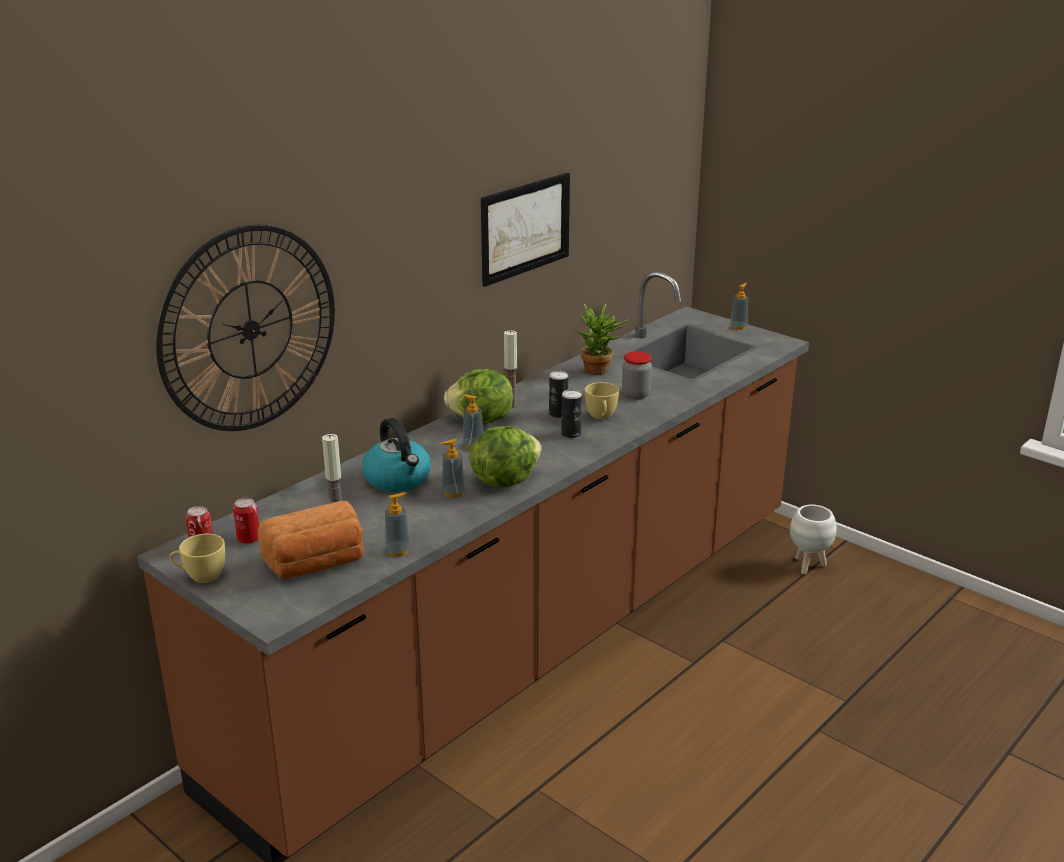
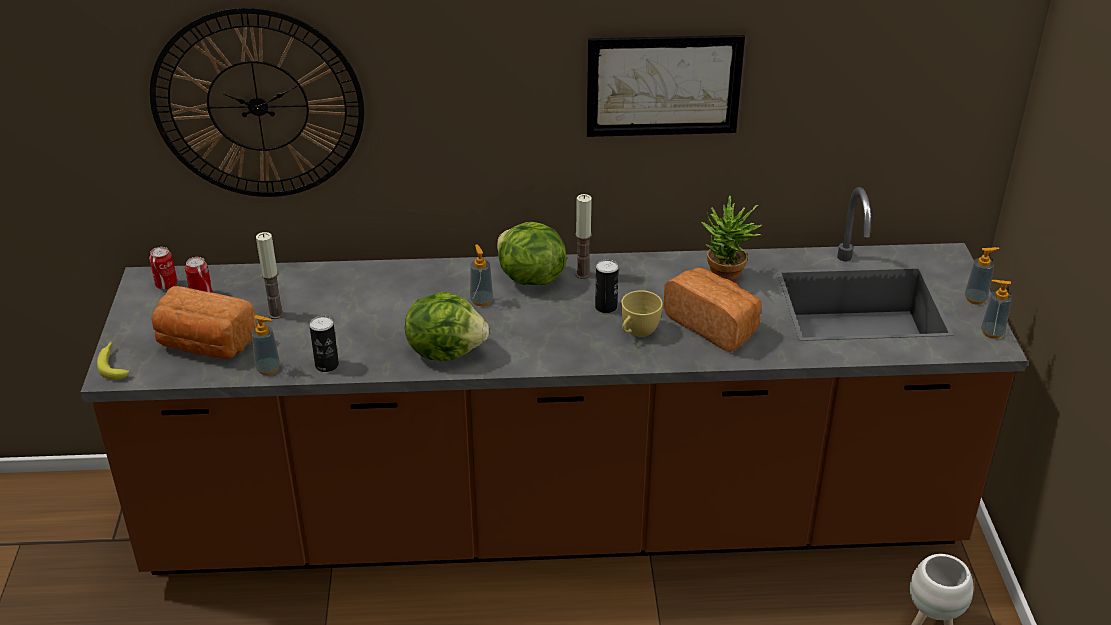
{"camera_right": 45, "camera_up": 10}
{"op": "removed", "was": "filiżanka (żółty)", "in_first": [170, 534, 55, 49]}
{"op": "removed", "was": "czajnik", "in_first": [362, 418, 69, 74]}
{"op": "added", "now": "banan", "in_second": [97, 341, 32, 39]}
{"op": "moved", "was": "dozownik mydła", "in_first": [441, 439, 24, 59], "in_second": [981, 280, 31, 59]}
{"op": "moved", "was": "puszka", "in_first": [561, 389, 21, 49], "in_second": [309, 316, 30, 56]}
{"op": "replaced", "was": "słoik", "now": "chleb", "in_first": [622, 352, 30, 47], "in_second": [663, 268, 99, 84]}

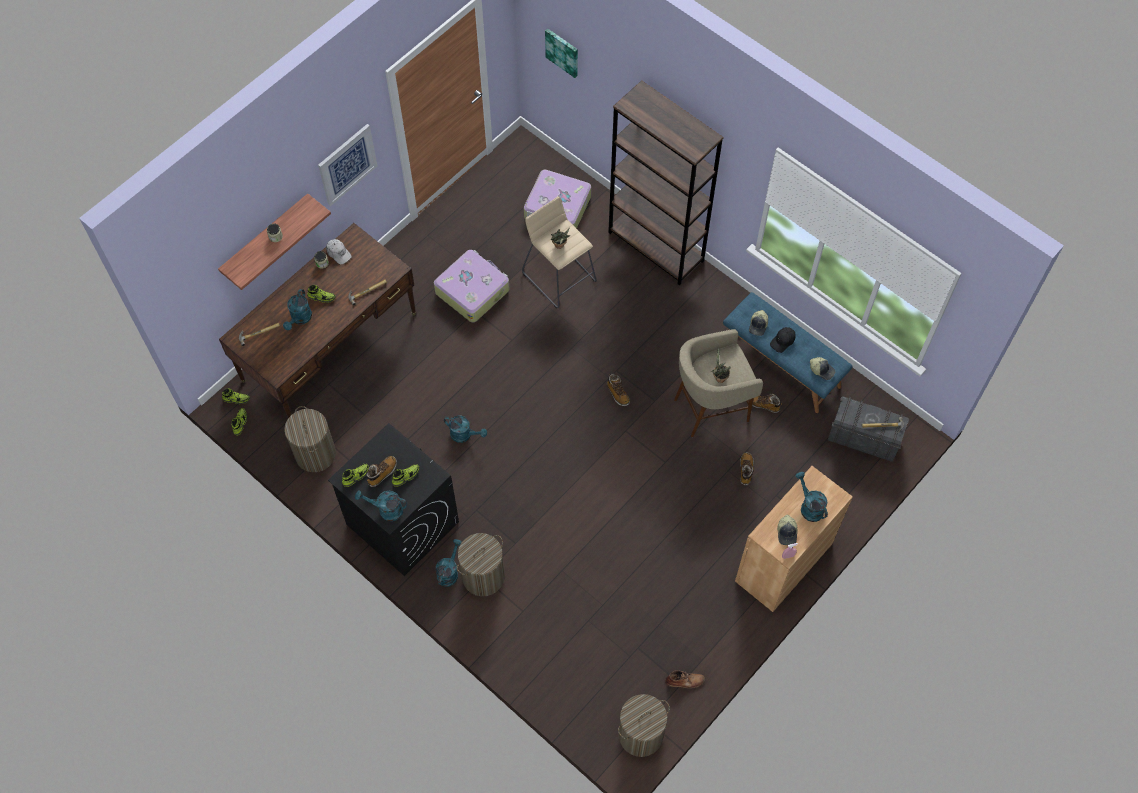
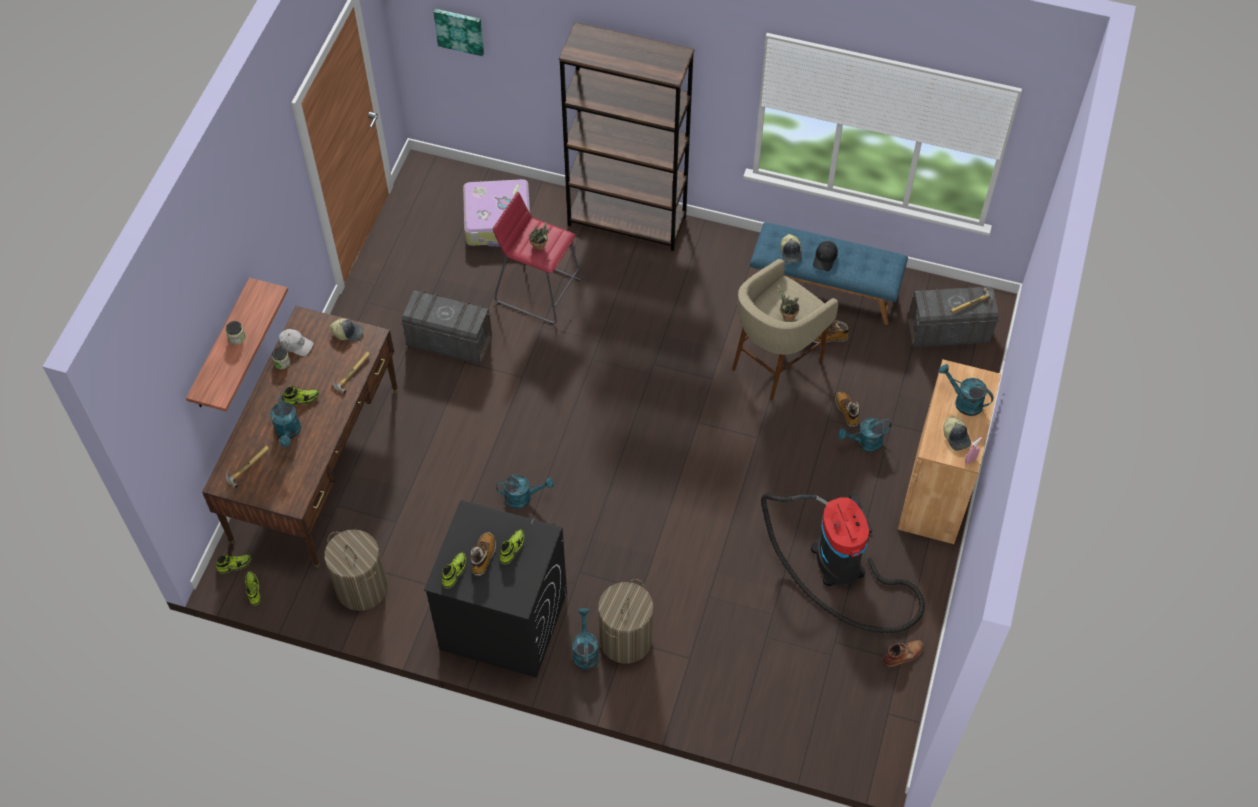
{"camera_right": -25, "camera_up": -5}
{"op": "removed", "was": "obraz", "in_first": [318, 124, 59, 82]}
{"op": "removed", "was": "but z cholewką", "in_first": [607, 374, 23, 32]}
{"op": "removed", "was": "kosz na pranie", "in_first": [618, 694, 52, 63]}
{"op": "added", "now": "odkurzacz", "in_second": [761, 492, 164, 141]}
{"op": "moved", "was": "konewka (turkusowy)", "in_first": [355, 490, 52, 31], "in_second": [838, 418, 54, 34]}
{"op": "moved", "was": "czapka z daszkiem", "in_first": [810, 357, 25, 23], "in_second": [330, 318, 34, 24]}
{"op": "replaced", "was": "walizka", "now": "pojemnik do przechowywania (szary)", "in_first": [434, 250, 75, 72], "in_second": [401, 291, 91, 73]}
{"op": "recoloured", "was": "stołek (beżowy)", "now": "stołek (czerwony)", "in_first": [522, 196, 75, 112], "in_second": [493, 192, 90, 132]}

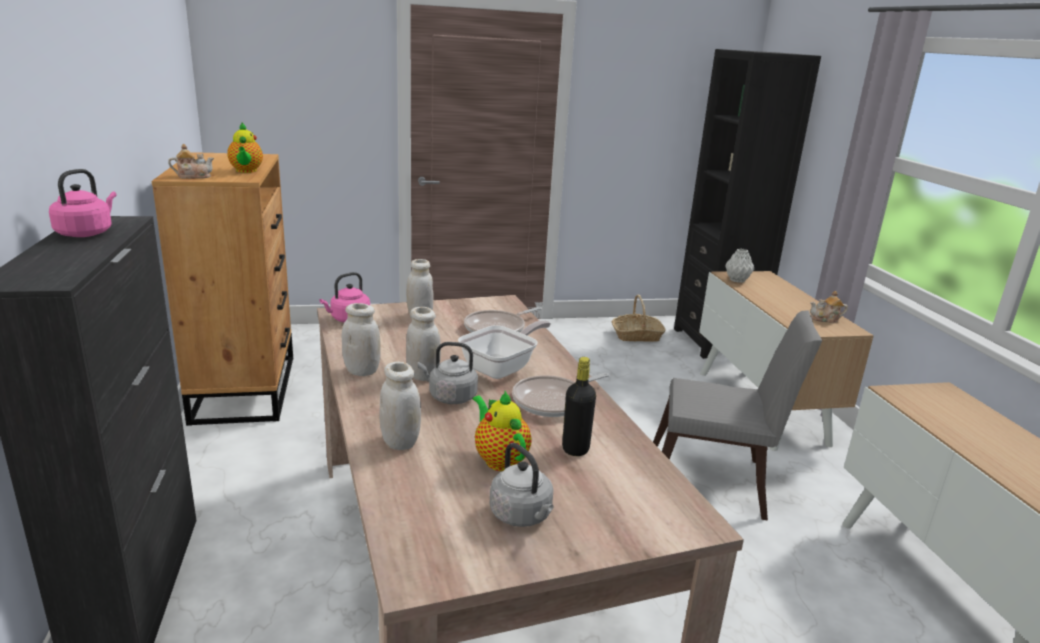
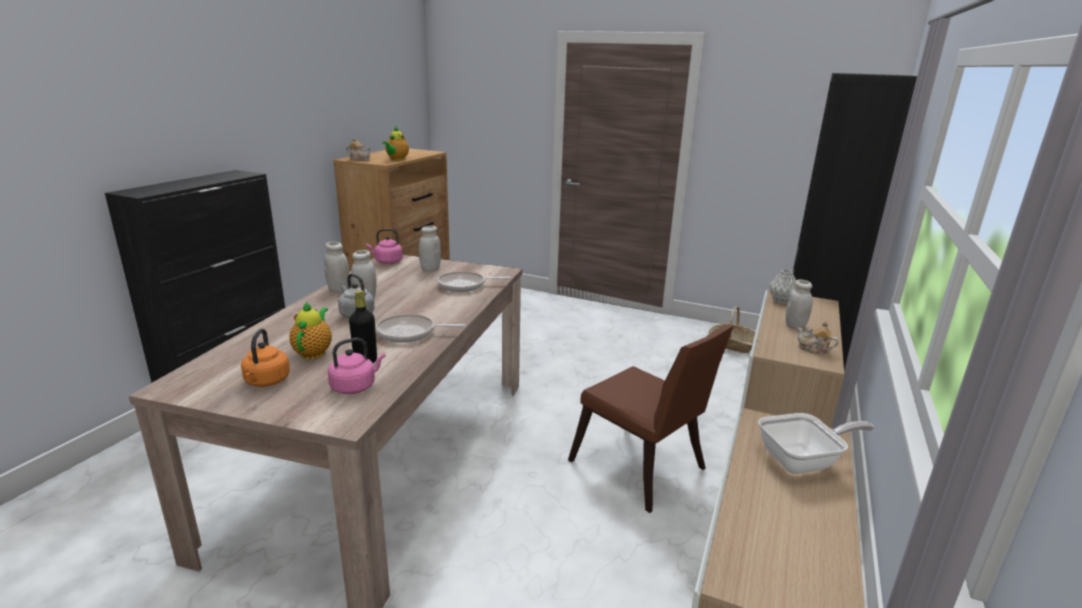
{"camera_right": 35, "camera_up": 0}
{"op": "moved", "was": "czajnik (różowy)", "in_first": [49, 169, 67, 68], "in_second": [328, 338, 57, 56]}
{"op": "moved", "was": "słoik (biały)", "in_first": [379, 362, 42, 88], "in_second": [785, 279, 28, 50]}
{"op": "moved", "was": "patelnia", "in_first": [458, 320, 93, 59], "in_second": [758, 413, 117, 61]}
{"op": "recoloured", "was": "czajnik (szary)", "now": "czajnik (pomarańczowy)", "in_first": [490, 443, 64, 84], "in_second": [241, 329, 49, 58]}
{"op": "recoloured", "was": "krzesło (szary)", "now": "krzesło (brązowy)", "in_first": [653, 310, 169, 211], "in_second": [568, 324, 166, 189]}

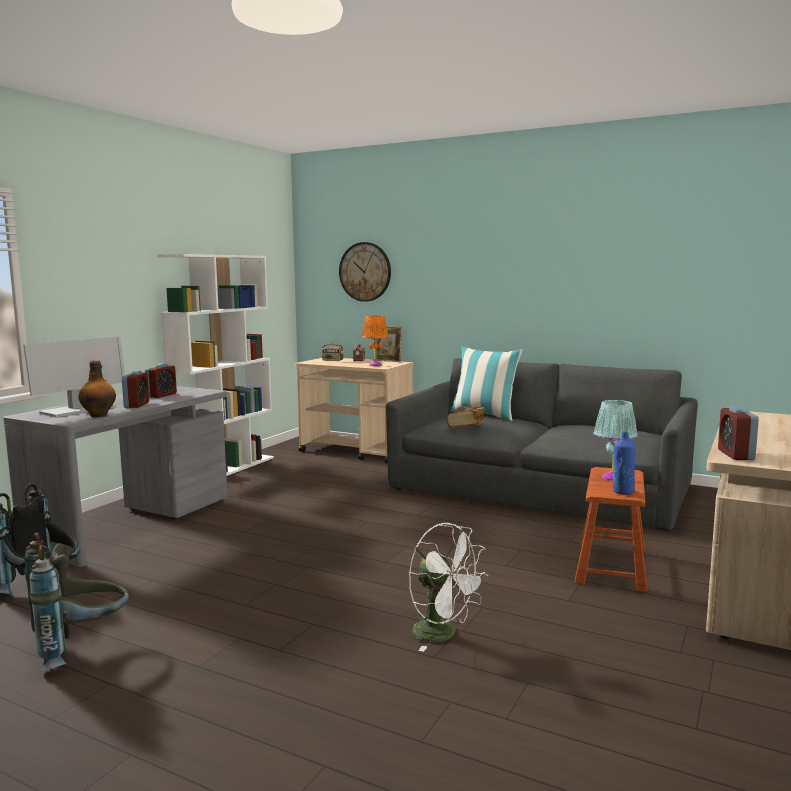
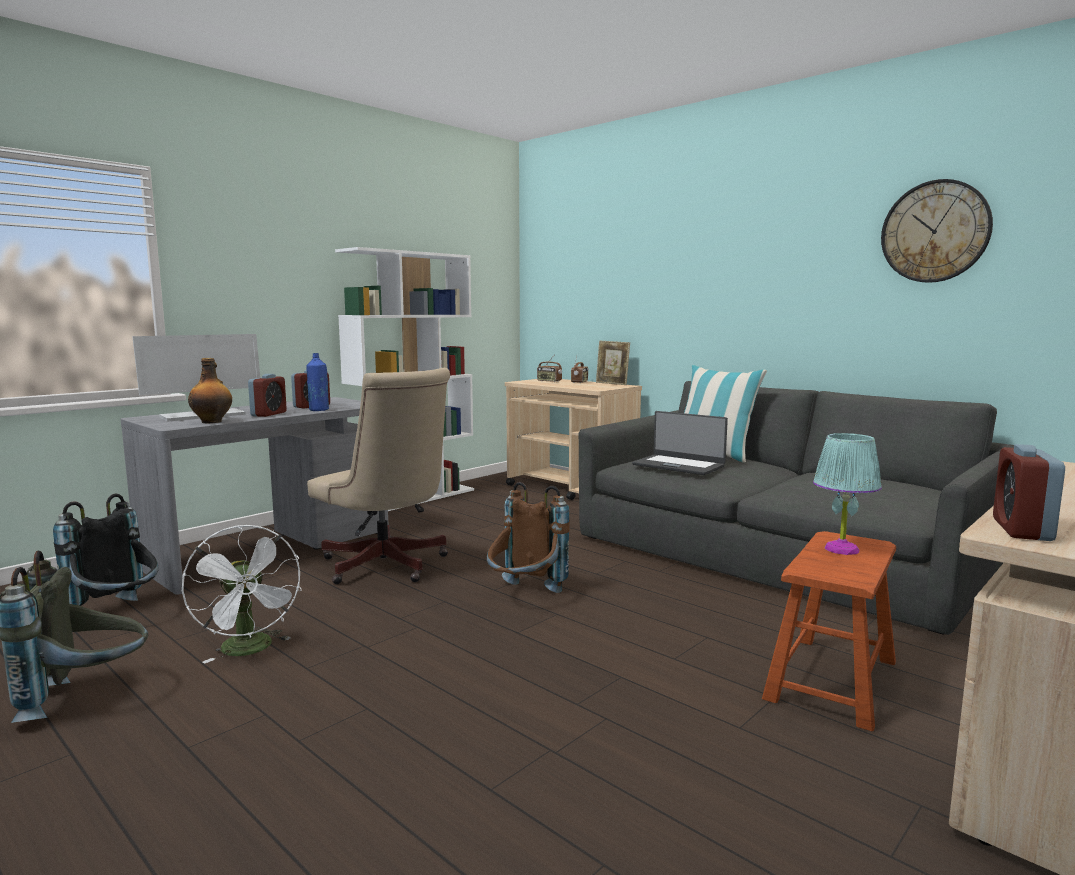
{"camera_right": 15, "camera_up": 0}
{"op": "removed", "was": "lampa stołowa (pomarańczowy)", "in_first": [362, 315, 27, 51]}
{"op": "added", "now": "krzesło biurowe (beżowy)", "in_second": [307, 368, 143, 216]}
{"op": "added", "now": "plecak (brązowy)", "in_second": [487, 482, 83, 111]}
{"op": "moved", "was": "zegar ścienny", "in_first": [339, 242, 52, 60], "in_second": [881, 179, 112, 104]}
{"op": "moved", "was": "wentylator (biały)", "in_first": [409, 523, 79, 129], "in_second": [182, 525, 120, 139]}
{"op": "moved", "was": "butelka (niebieski)", "in_first": [613, 432, 23, 63], "in_second": [306, 353, 23, 58]}
{"op": "replaced", "was": "książka", "now": "laptop", "in_first": [447, 406, 39, 22], "in_second": [632, 411, 96, 64]}

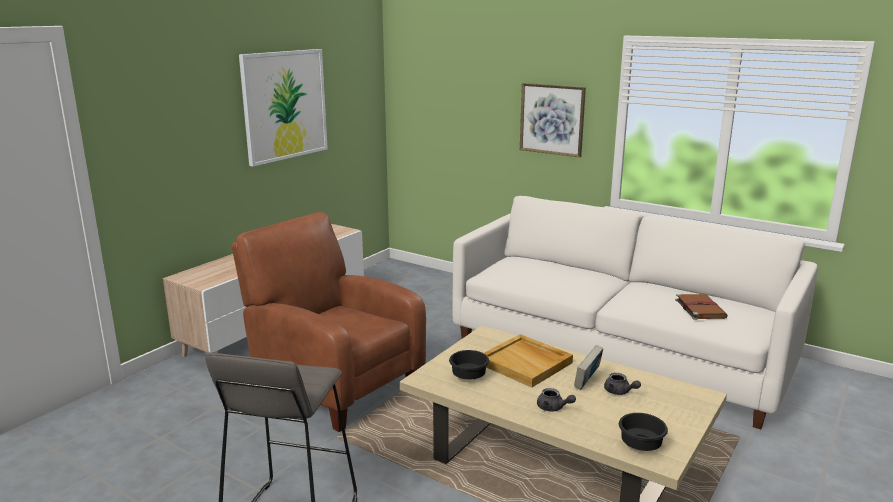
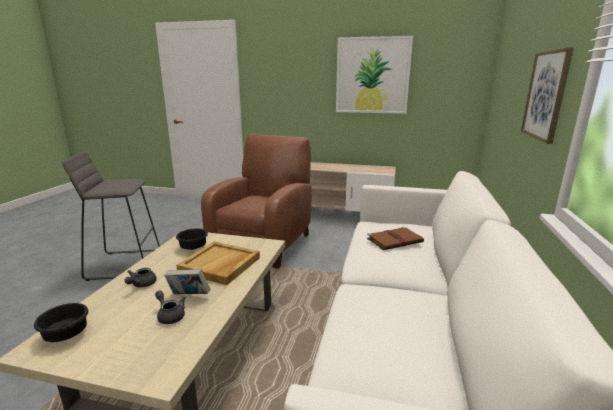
{"camera_right": 70, "camera_up": 0}
{"op": "moved", "was": "książka (brązowy)", "in_first": [675, 294, 53, 26], "in_second": [367, 227, 57, 23]}
{"op": "turned", "was": "imbryk (szary)", "in_first": [604, 373, 37, 22], "in_second": [155, 290, 31, 34], "clockwise": 105}

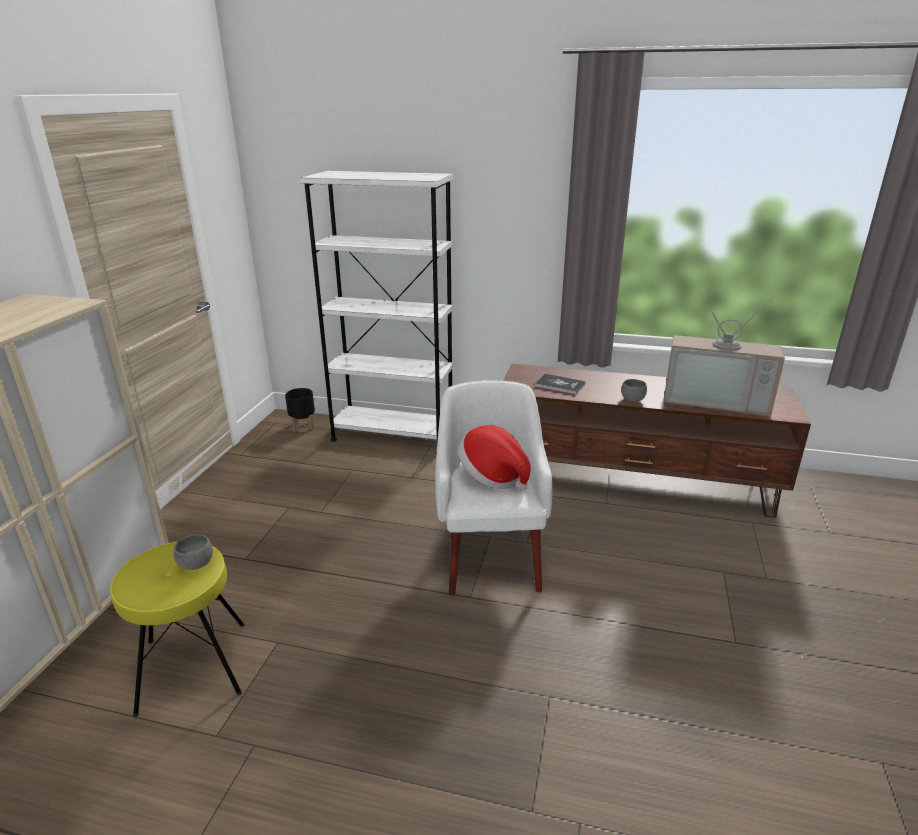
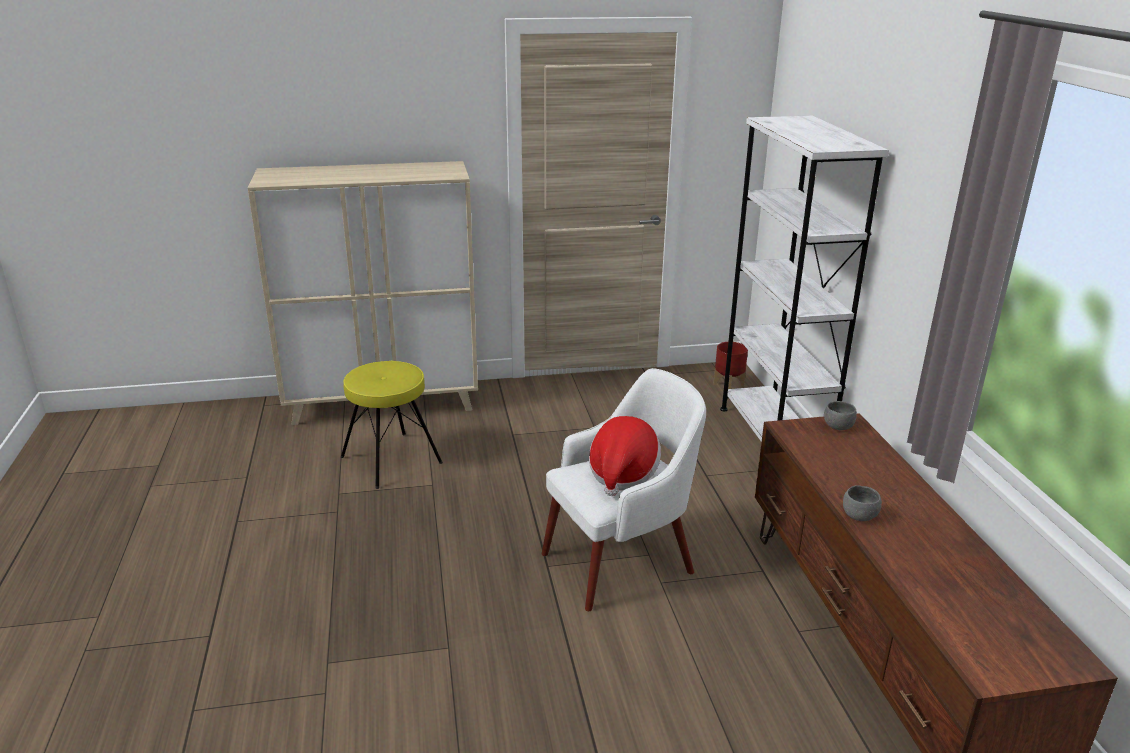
{"camera_right": 65, "camera_up": 0}
{"op": "removed", "was": "książka", "in_first": [535, 374, 50, 21]}
{"op": "removed", "was": "telewizor", "in_first": [663, 291, 122, 125]}
{"op": "moved", "was": "miska (szary)", "in_first": [174, 534, 39, 36], "in_second": [824, 401, 33, 29]}
{"op": "recoloured", "was": "donica (czarny)", "now": "donica (czerwony)", "in_first": [285, 388, 30, 44], "in_second": [714, 342, 34, 47]}

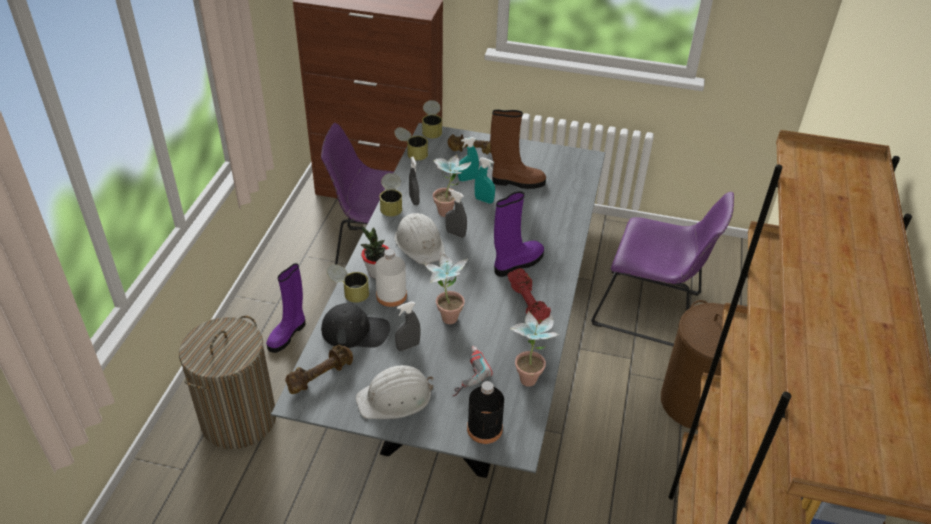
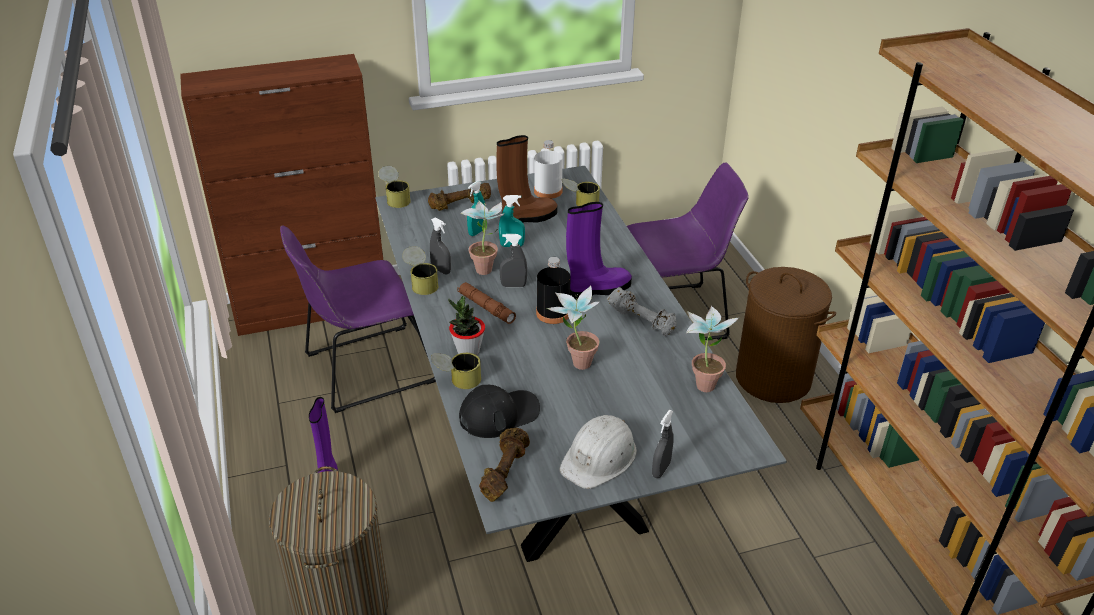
{"camera_right": -30, "camera_up": -5}
{"op": "removed", "was": "wiertarka", "in_first": [453, 346, 40, 50]}
{"op": "moved", "was": "butelka (biały)", "in_first": [375, 249, 32, 58], "in_second": [534, 140, 29, 59]}
{"op": "moved", "was": "puszka", "in_first": [394, 127, 34, 34], "in_second": [562, 179, 38, 27]}
{"op": "moved", "was": "spryskiwacz (szary)", "in_first": [395, 302, 25, 49], "in_second": [652, 410, 22, 68]}
{"op": "moved", "was": "butelka (czarny)", "in_first": [467, 381, 37, 63], "in_second": [536, 257, 35, 67]}
{"op": "replaced", "was": "kask (biały)", "now": "latarka (brązowy)", "in_first": [395, 213, 50, 52], "in_second": [457, 282, 59, 42]}
{"op": "recoloured", "was": "hantel (czerwony)", "now": "hantel (szary)", "in_first": [508, 268, 43, 56], "in_second": [607, 287, 70, 49]}
{"op": "turned", "was": "but z cholewką (fioletowy)", "in_first": [494, 191, 50, 86], "in_second": [566, 202, 66, 98], "clockwise": 45}

